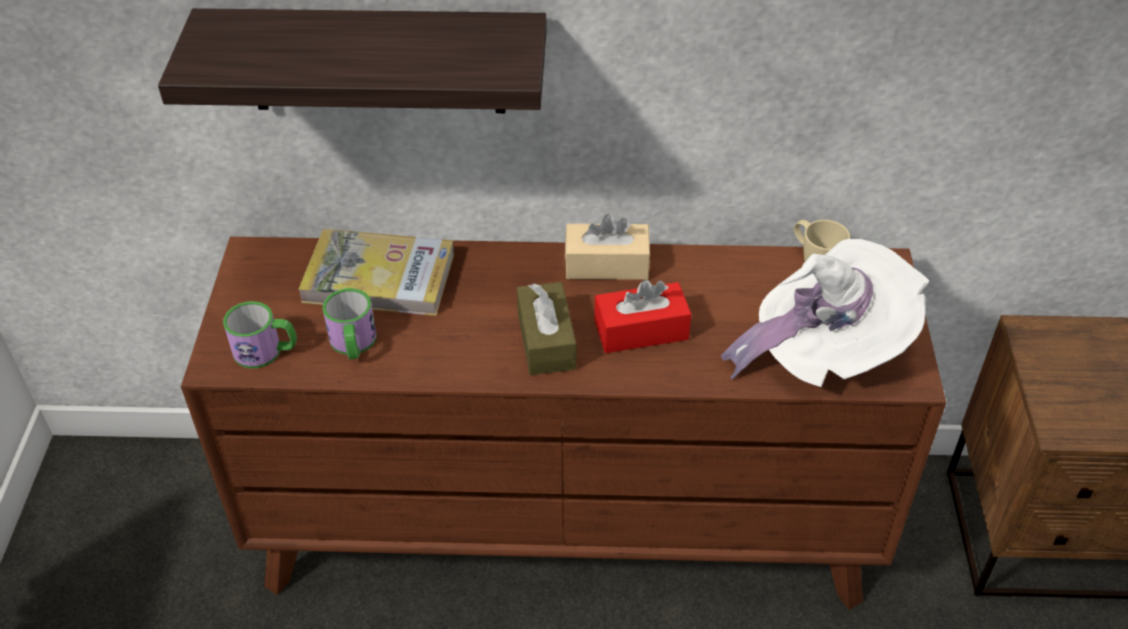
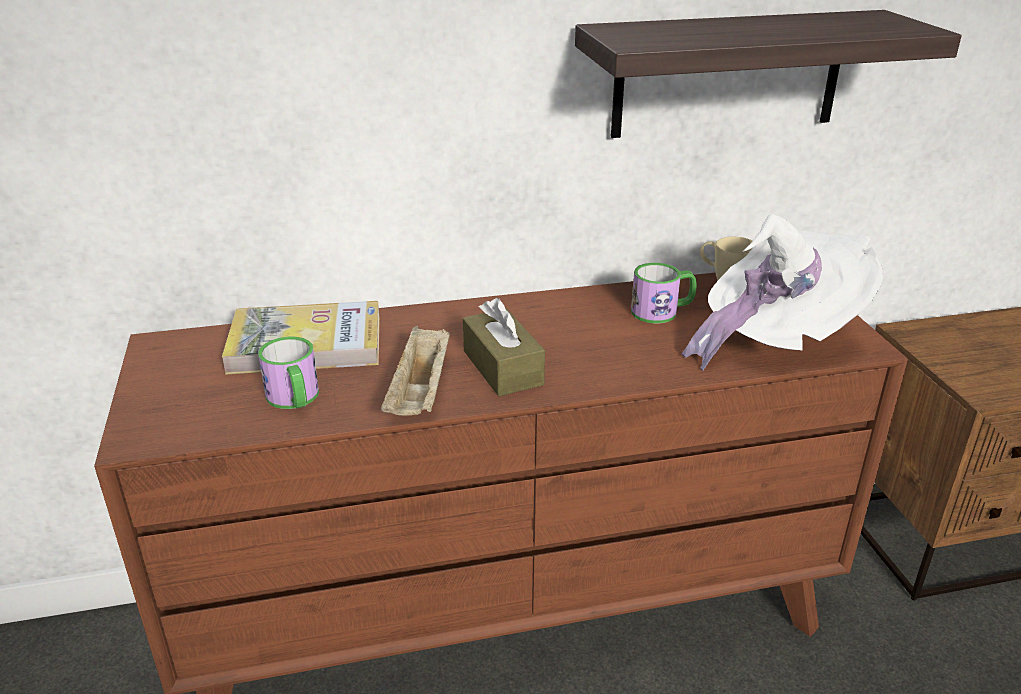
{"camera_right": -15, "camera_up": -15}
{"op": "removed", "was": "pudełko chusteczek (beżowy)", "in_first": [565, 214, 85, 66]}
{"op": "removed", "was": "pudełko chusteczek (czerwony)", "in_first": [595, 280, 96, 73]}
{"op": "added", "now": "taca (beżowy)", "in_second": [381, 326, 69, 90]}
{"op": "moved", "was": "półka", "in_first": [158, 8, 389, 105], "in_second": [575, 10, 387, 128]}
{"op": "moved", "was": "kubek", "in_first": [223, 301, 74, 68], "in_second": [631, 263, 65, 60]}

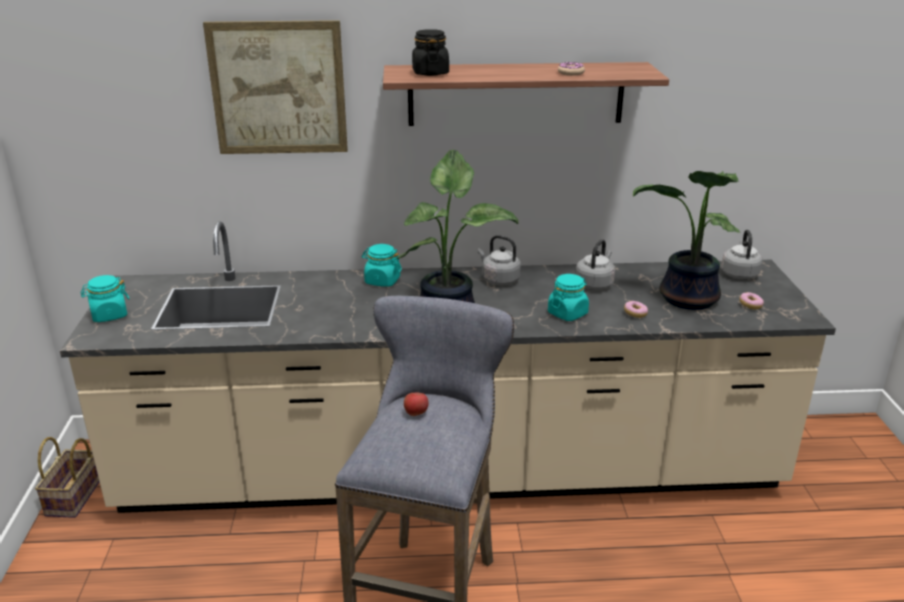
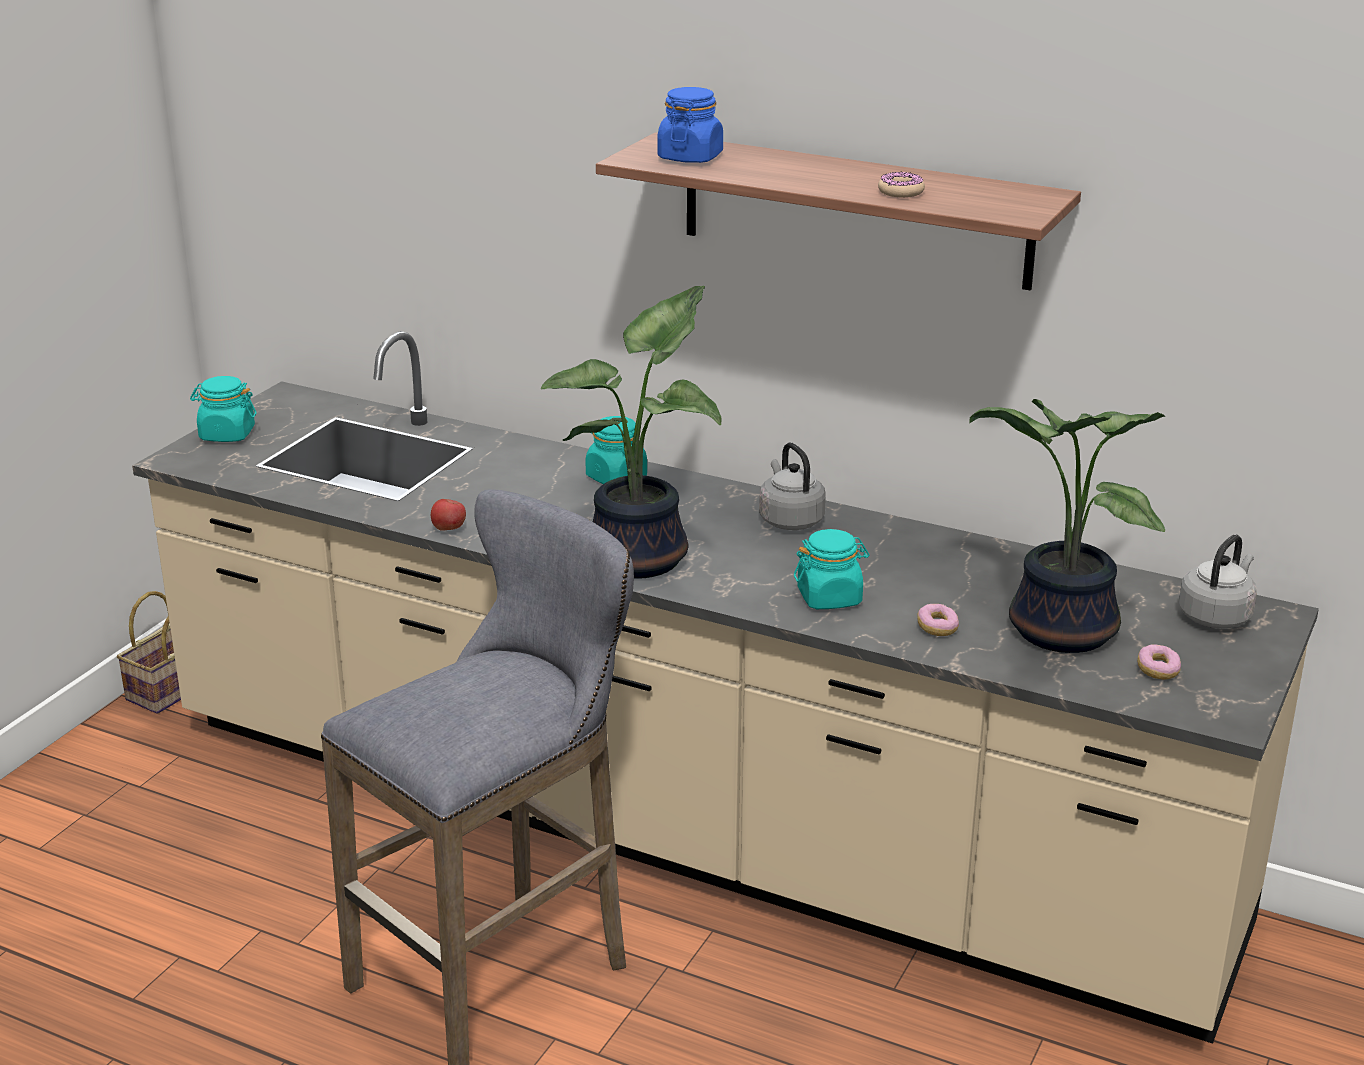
{"camera_right": 30, "camera_up": 0}
{"op": "removed", "was": "obraz", "in_first": [203, 20, 145, 134]}
{"op": "removed", "was": "czajnik (szary)", "in_first": [575, 239, 40, 51]}
{"op": "moved", "was": "jabłko", "in_first": [404, 393, 25, 23], "in_second": [431, 499, 35, 32]}
{"op": "recoloured", "was": "słoik (czarny)", "now": "słoik (niebieski)", "in_first": [412, 29, 37, 47], "in_second": [657, 87, 66, 76]}

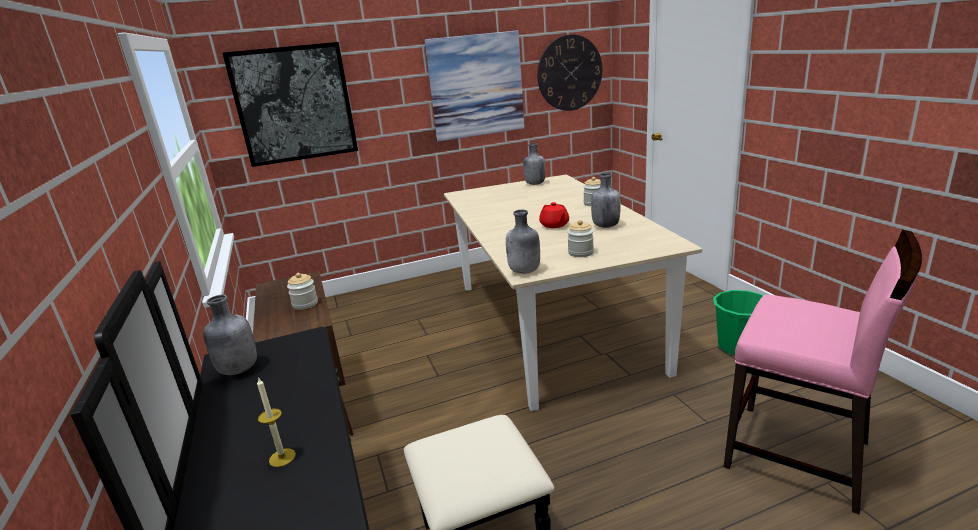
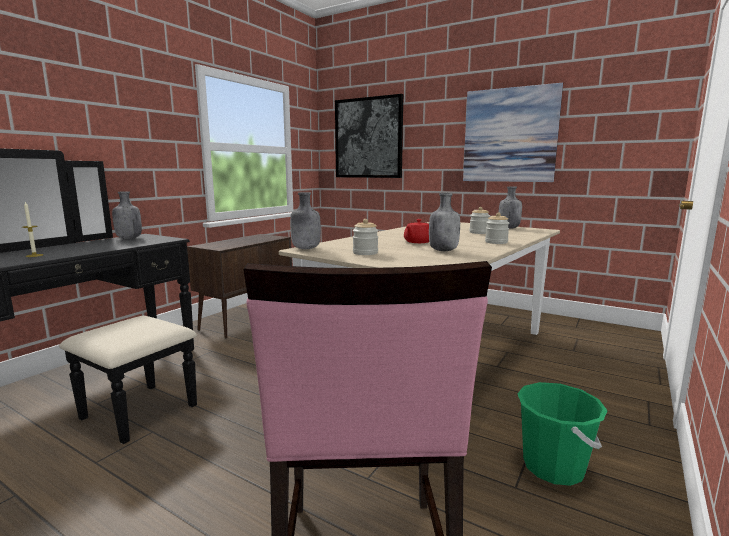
{"camera_right": 50, "camera_up": -10}
{"op": "removed", "was": "zegar ścienny", "in_first": [537, 34, 65, 77]}
{"op": "moved", "was": "słoik", "in_first": [287, 273, 31, 37], "in_second": [469, 207, 21, 27]}

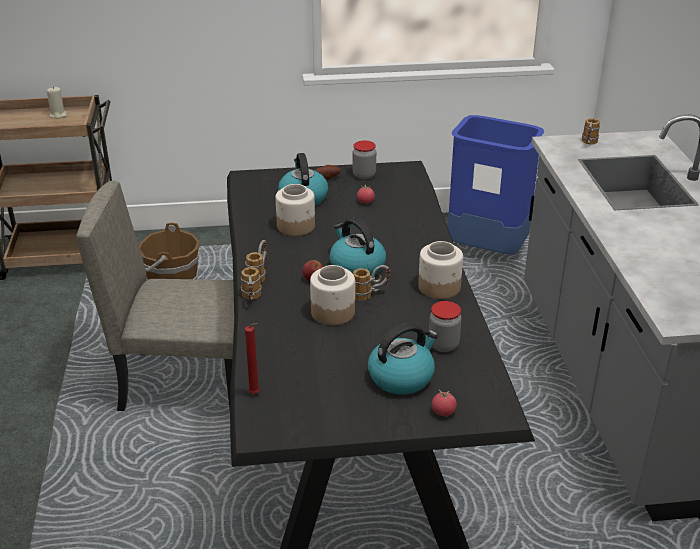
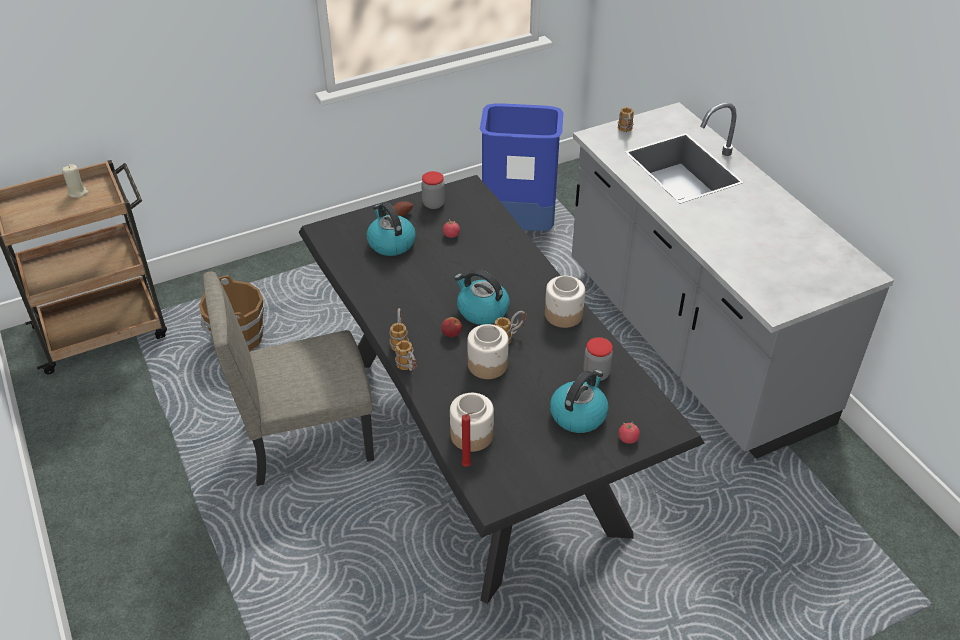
{"camera_right": -20, "camera_up": 10}
{"op": "moved", "was": "słoik", "in_first": [275, 184, 40, 52], "in_second": [450, 393, 44, 59]}

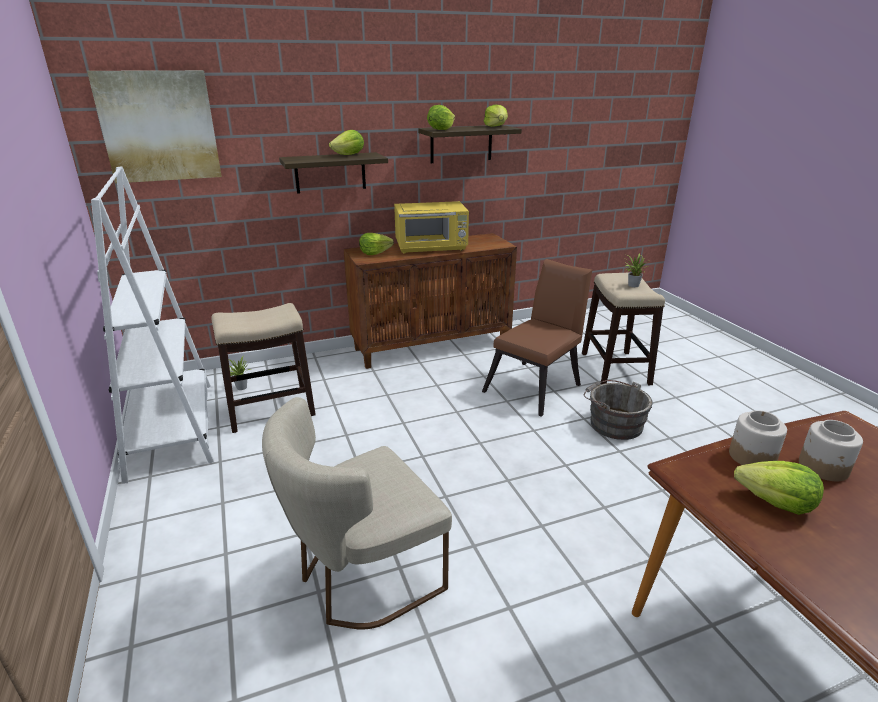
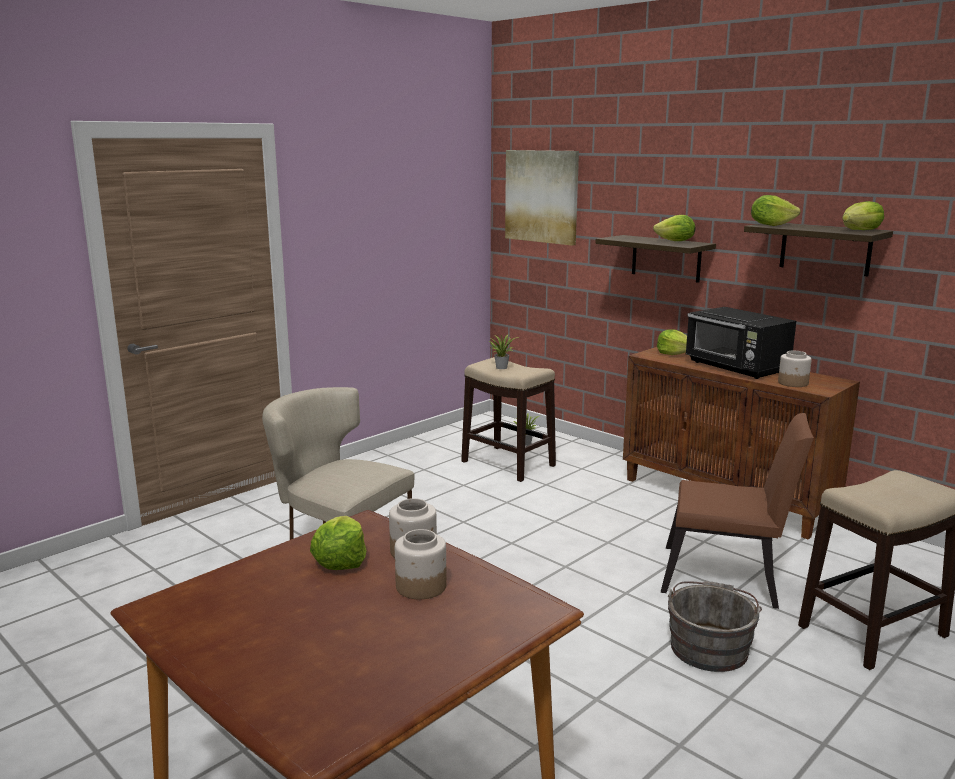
{"camera_right": 65, "camera_up": -10}
{"op": "removed", "was": "regał (biały)", "in_first": [91, 166, 123, 318]}
{"op": "added", "now": "słoik", "in_second": [778, 351, 34, 36]}
{"op": "moved", "was": "roślina doniczkowa", "in_first": [625, 253, 23, 34], "in_second": [489, 334, 30, 35]}
{"op": "recoloured", "was": "mikrofalówka (żółty)", "now": "mikrofalówka (czarny)", "in_first": [394, 201, 75, 53], "in_second": [686, 307, 110, 72]}

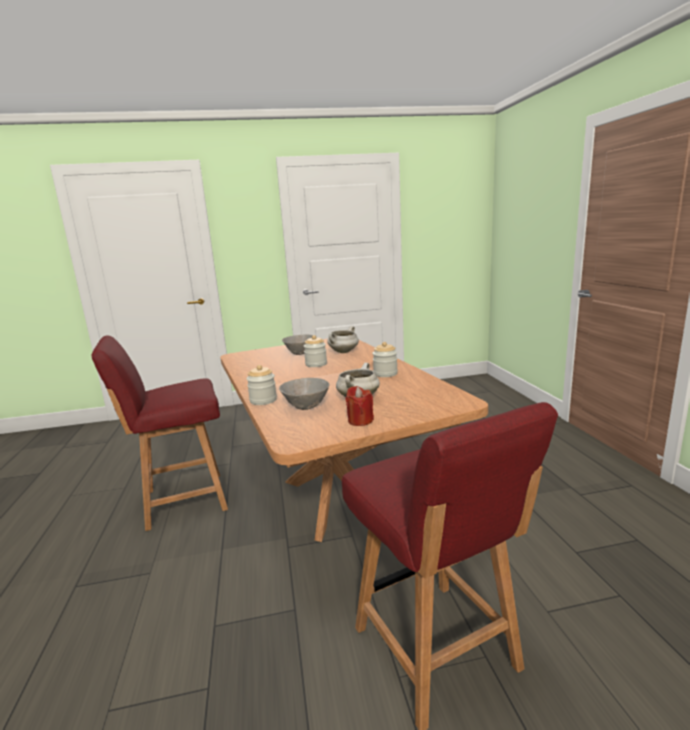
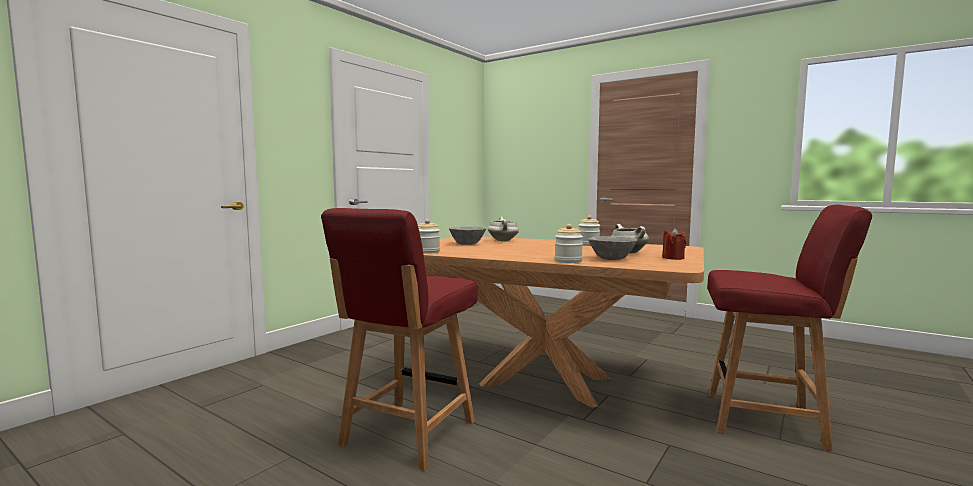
{"camera_right": -45, "camera_up": -10}
{"op": "moved", "was": "słoik", "in_first": [304, 335, 23, 32], "in_second": [418, 219, 22, 35]}

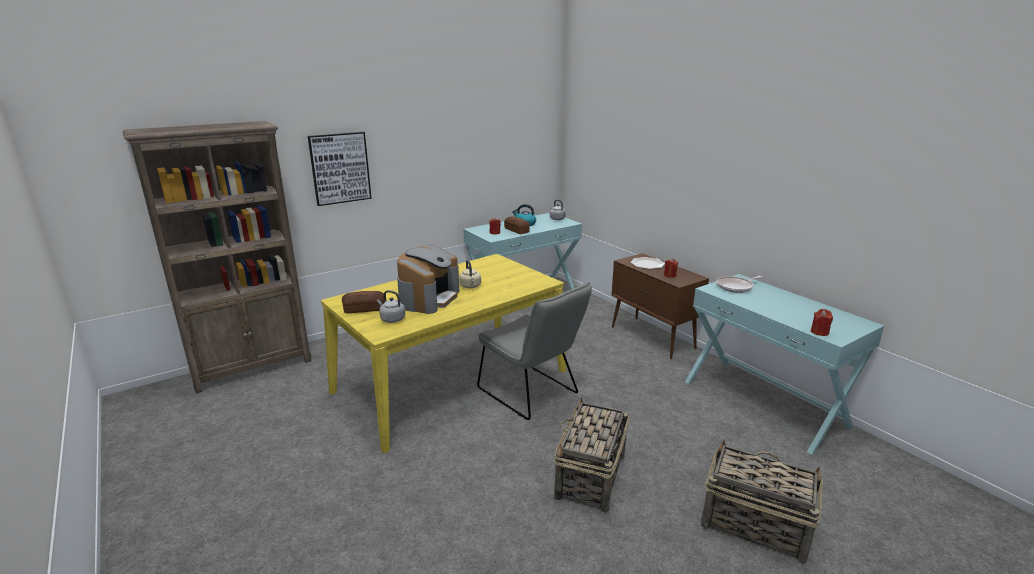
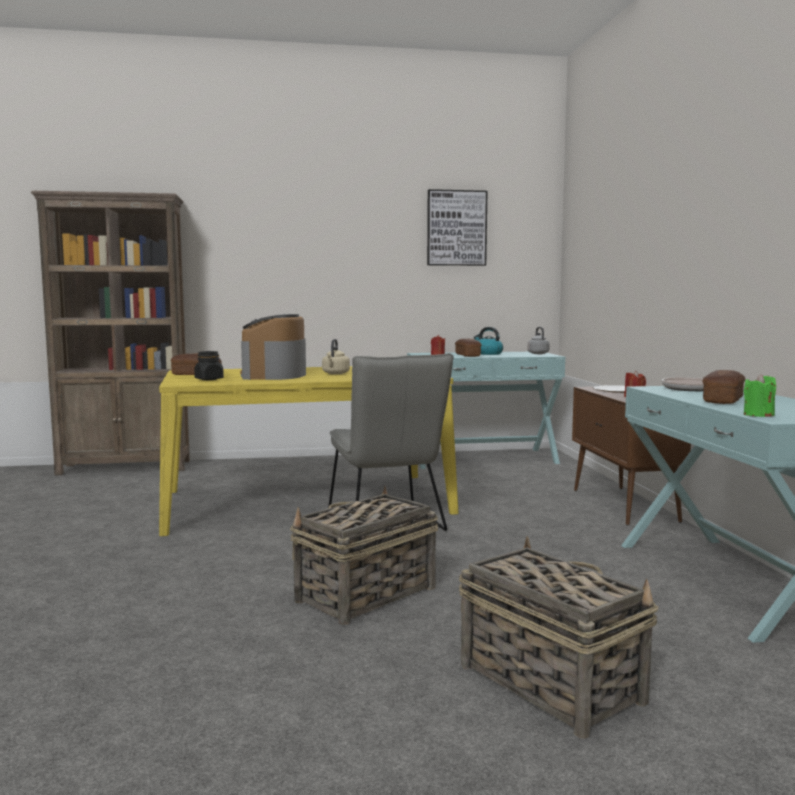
{"camera_right": 25, "camera_up": -15}
{"op": "added", "now": "chleb", "in_second": [702, 370, 43, 34]}
{"op": "moved", "was": "obraz", "in_first": [308, 132, 64, 74], "in_second": [427, 189, 60, 77]}
{"op": "replaced", "was": "czajnik (szary)", "now": "słoik (czarny)", "in_first": [377, 290, 28, 33], "in_second": [194, 351, 30, 29]}
{"op": "recoloured", "was": "świeca (czerwony)", "now": "świeca (zielony)", "in_first": [811, 309, 22, 27], "in_second": [744, 373, 32, 44]}
{"op": "turned", "was": "ekspres do kawy", "in_first": [397, 245, 62, 69], "in_second": [240, 314, 66, 66], "clockwise": 135}

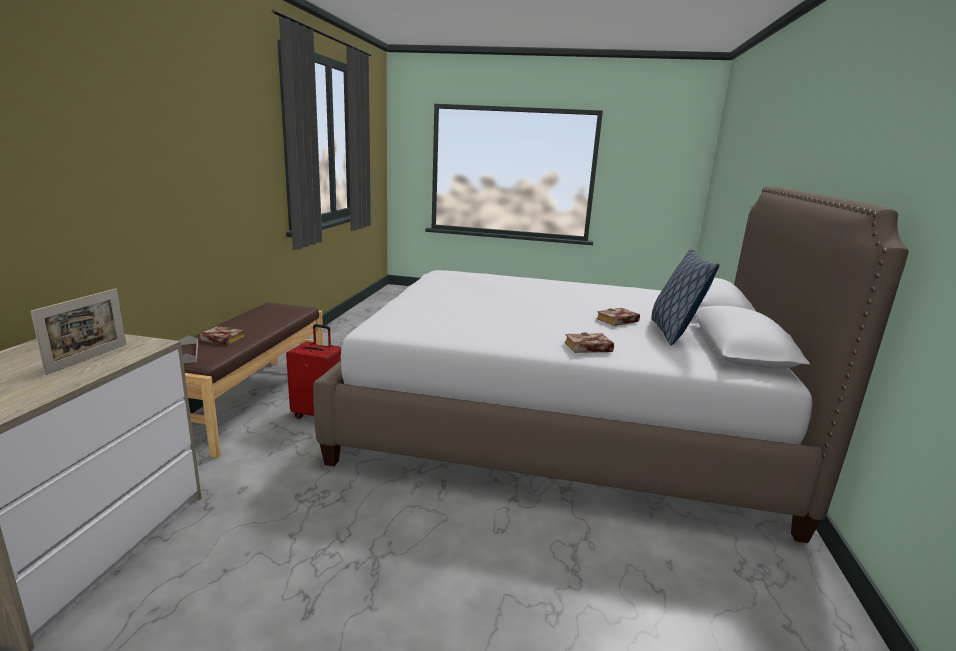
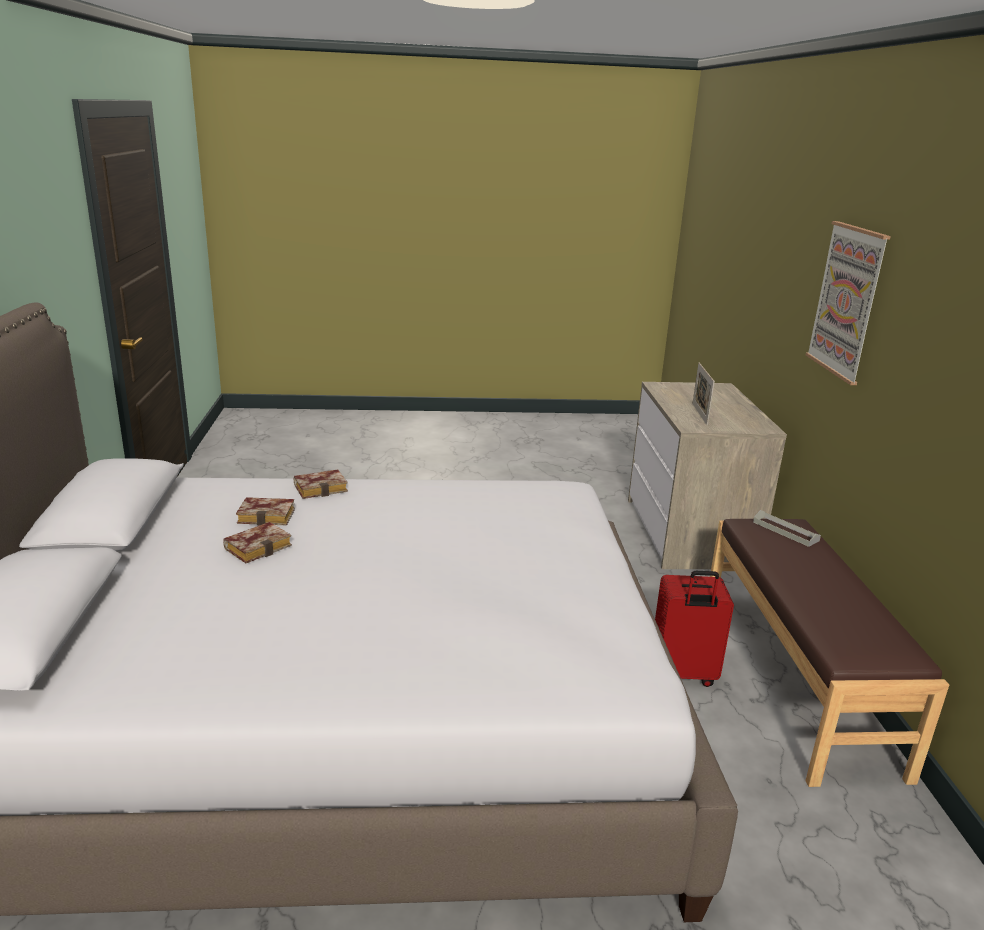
{"camera_right": 165, "camera_up": 5}
{"op": "removed", "was": "poduszka", "in_first": [651, 249, 68, 96]}
{"op": "added", "now": "obraz", "in_second": [806, 221, 85, 164]}
{"op": "moved", "was": "książka", "in_first": [200, 326, 45, 19], "in_second": [236, 497, 59, 29]}

